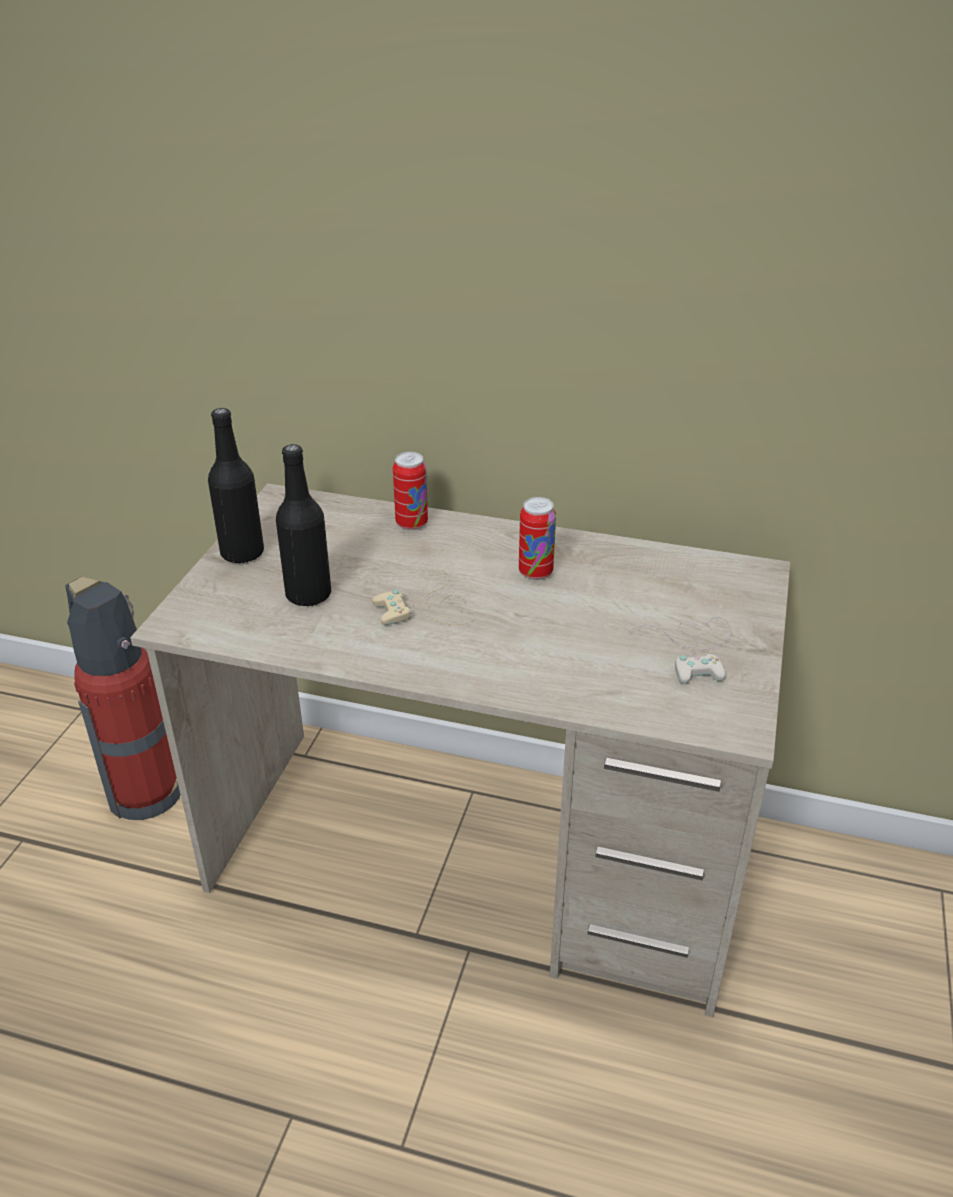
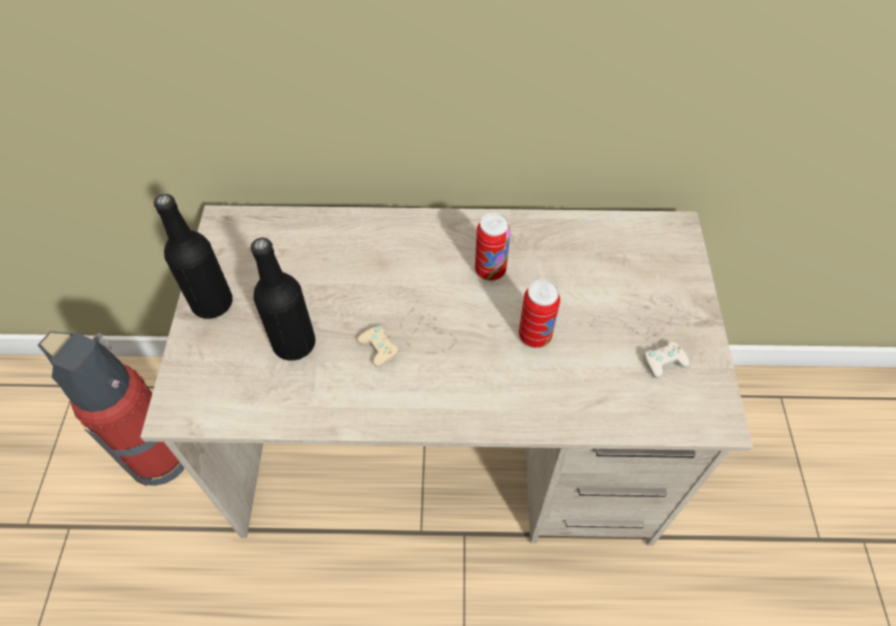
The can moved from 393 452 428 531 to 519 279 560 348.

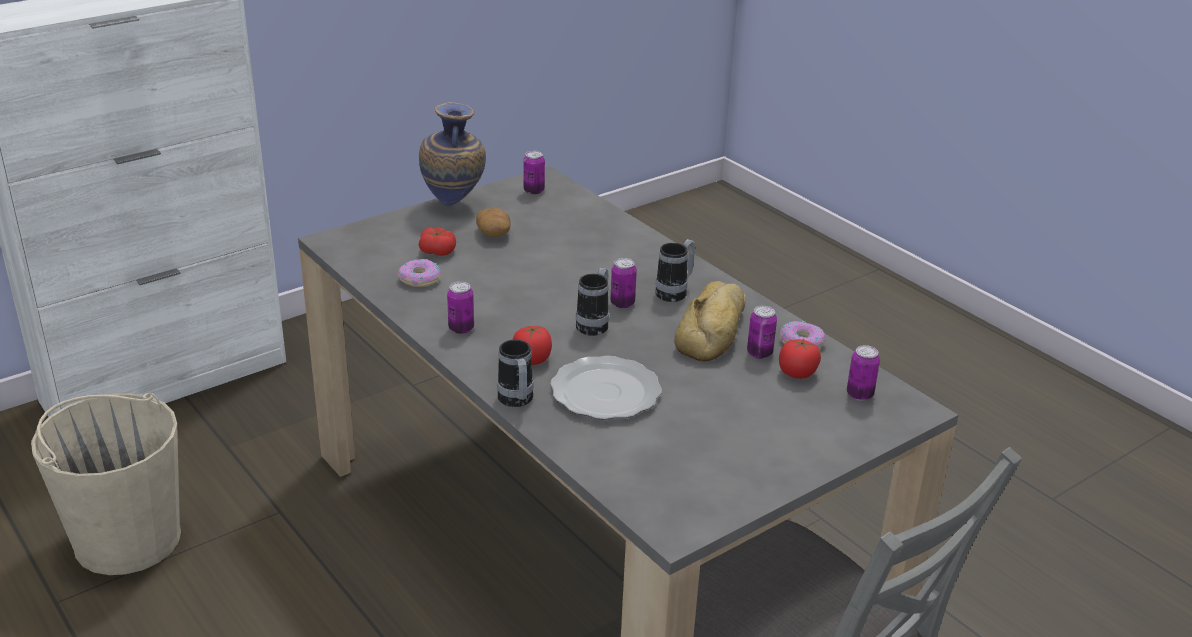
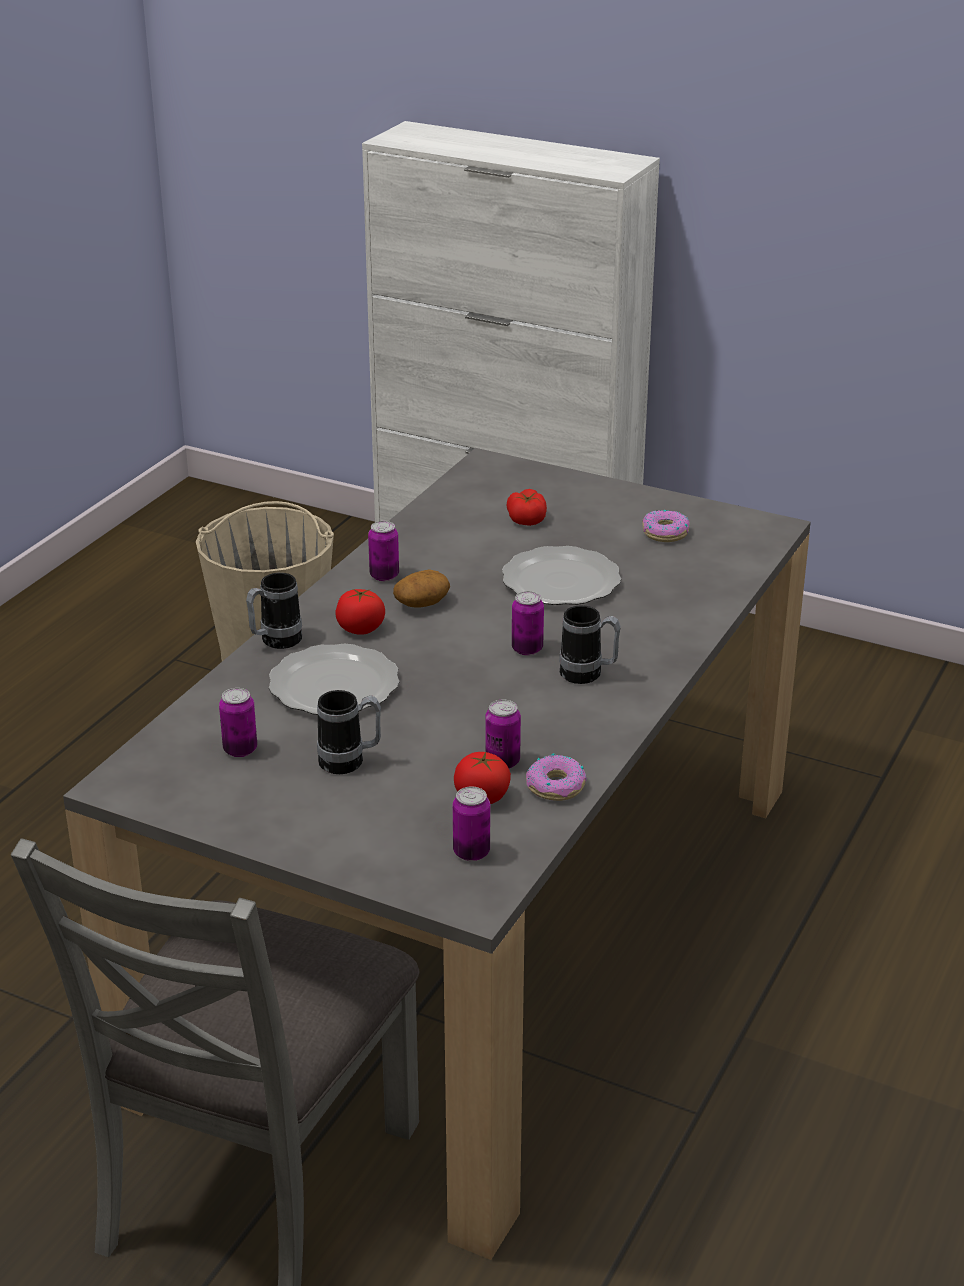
The can moved from 523 151 545 195 to 219 688 257 757. The mug moved from 576 267 609 336 to 317 690 381 774. The potato moved from 476 208 511 237 to 393 570 450 608. The plate at 502 546 621 605 appeared. The donut moved from 397 259 441 287 to 642 509 690 542. The vase at 419 102 486 206 disappeared. The bread at 674 281 746 361 disappeared.

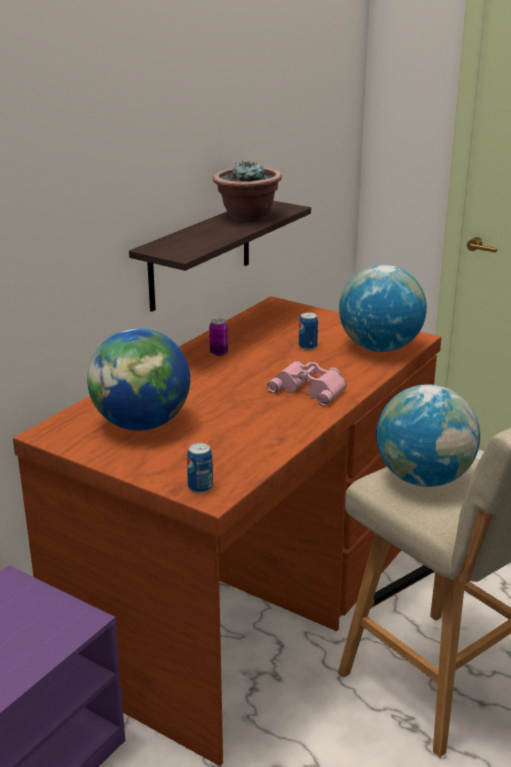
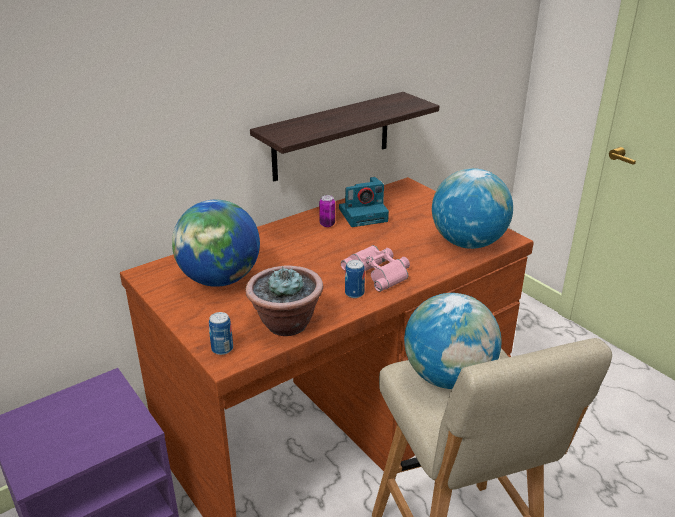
The potted plant moved from 213 159 282 222 to 245 266 323 336. The photo camera at 339 177 389 227 appeared. The can moved from 299 312 318 350 to 345 260 365 298.

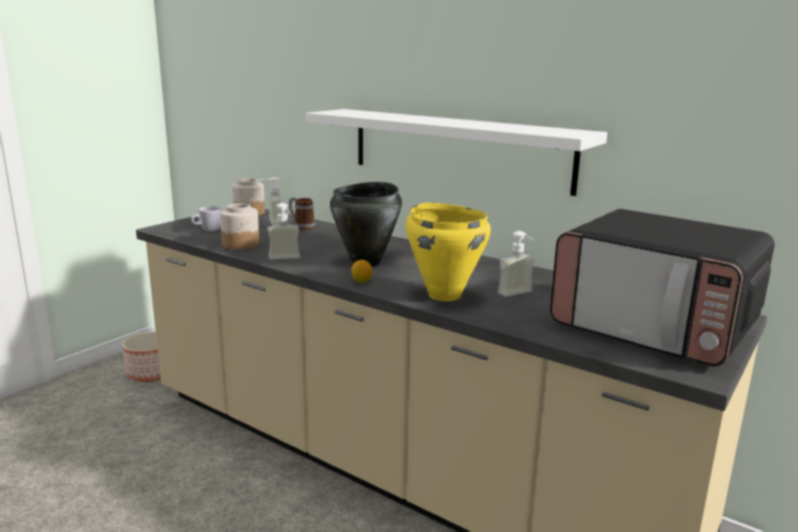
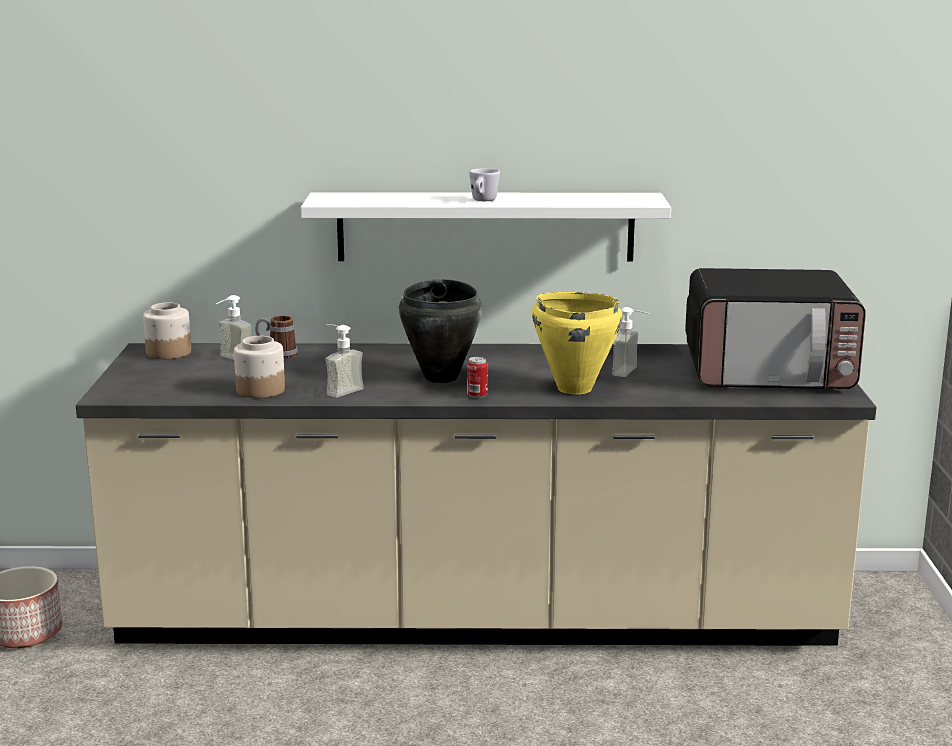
The lemon at 351 260 372 283 was replaced by the can at 467 357 488 398. The white mug moved from 191 206 222 231 to 469 168 500 201.

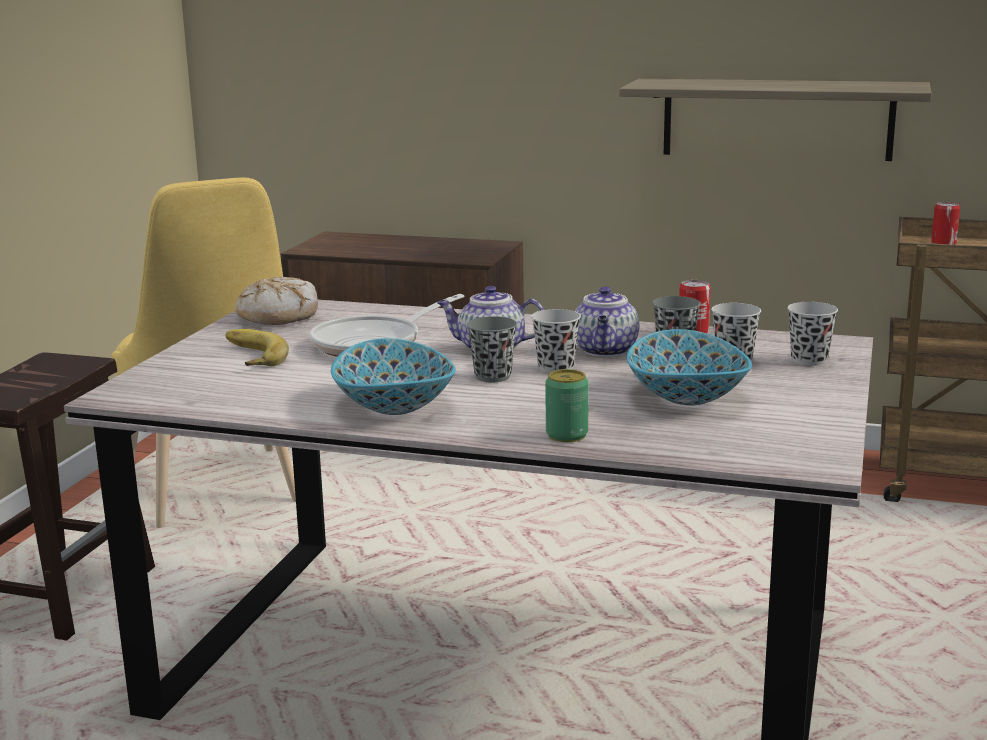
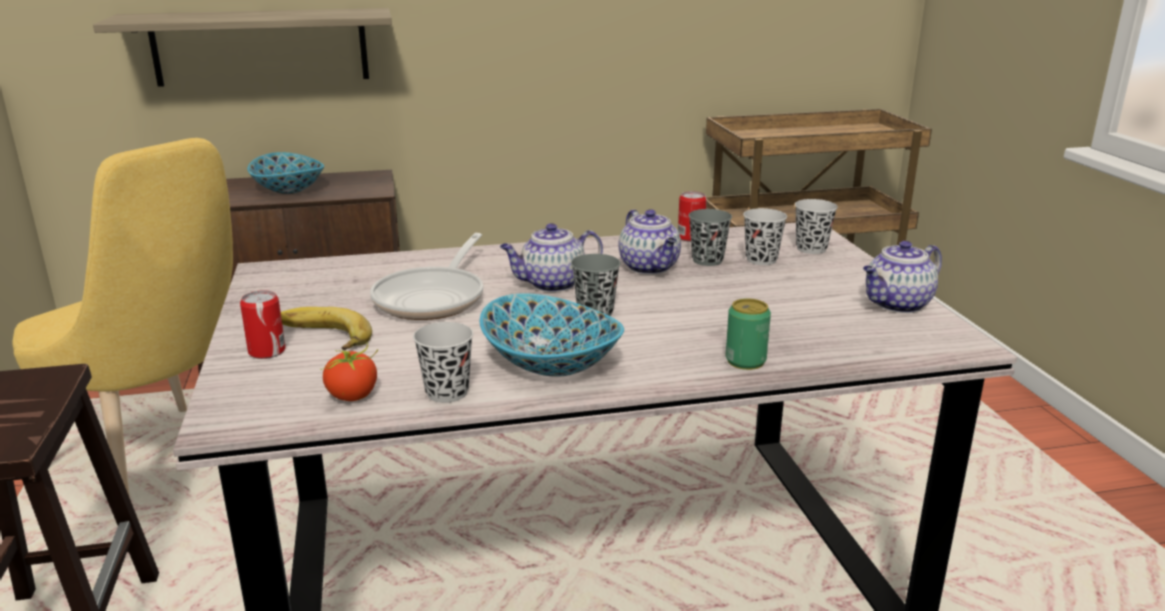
The shelf moved from 619 79 932 161 to 93 8 392 87. The can moved from 931 202 960 245 to 240 290 286 359. The bowl moved from 627 329 752 405 to 247 152 324 194. The tomato at 320 343 378 401 appeared. The black cup moved from 531 309 581 373 to 413 322 474 403. The teapot at 863 241 942 313 appeared. The bread at 235 277 318 325 disappeared.

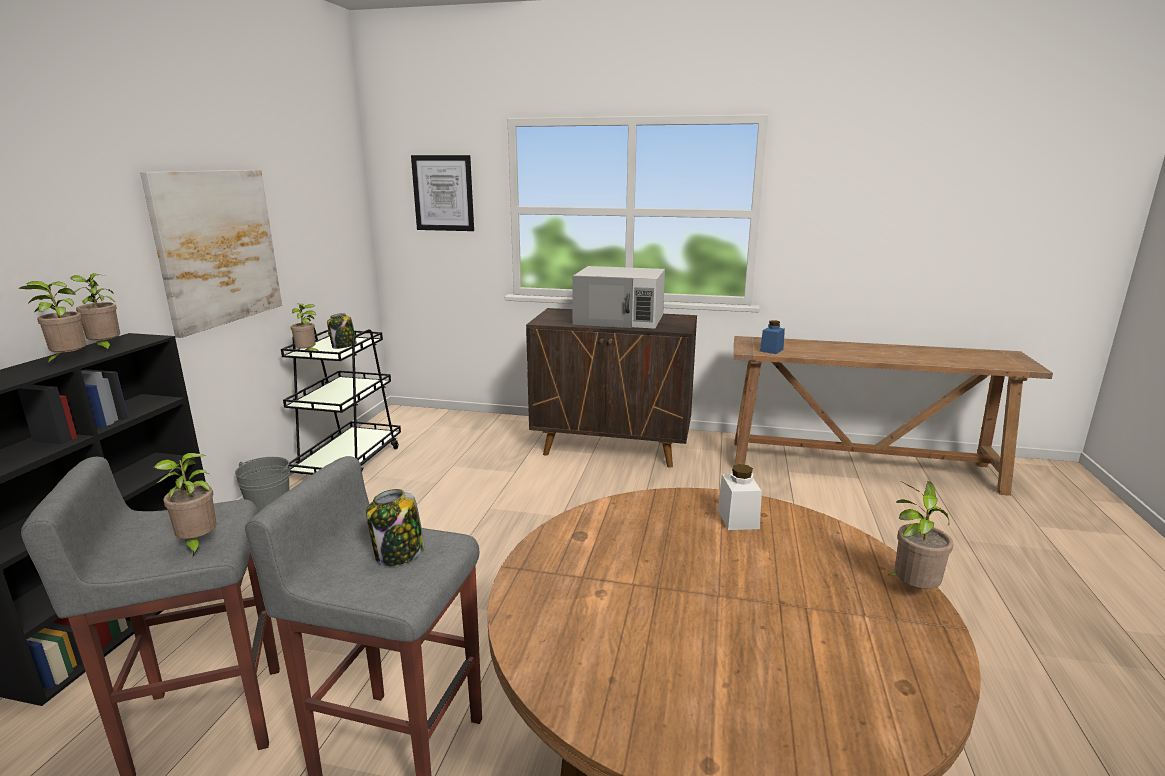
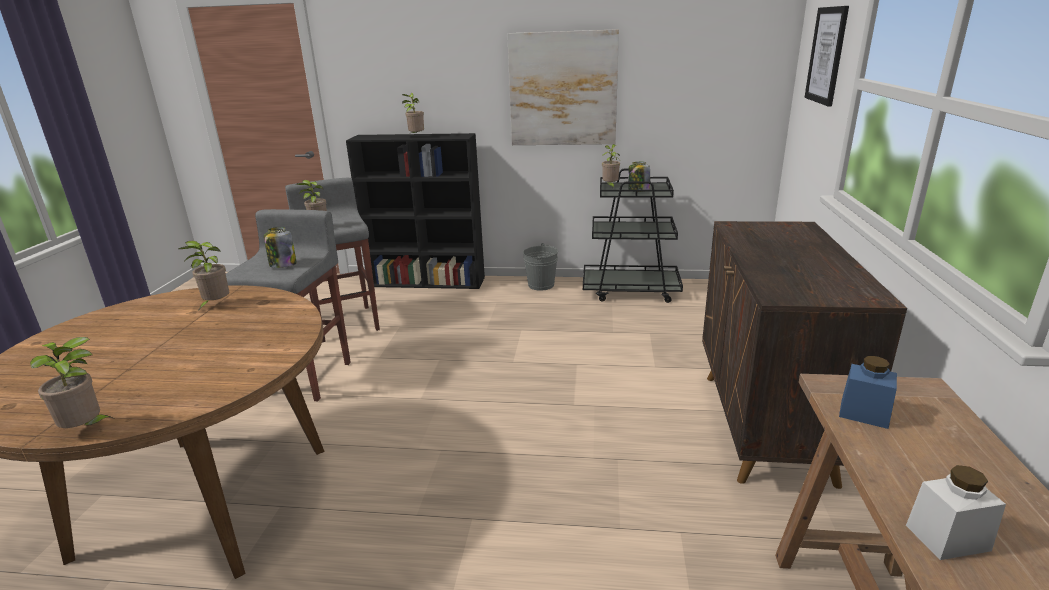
The potted plant moved from 70 273 120 352 to 178 241 229 309. The white jar moved from 718 464 762 530 to 906 465 1006 560. The white microwave at 572 266 665 329 disappeared.

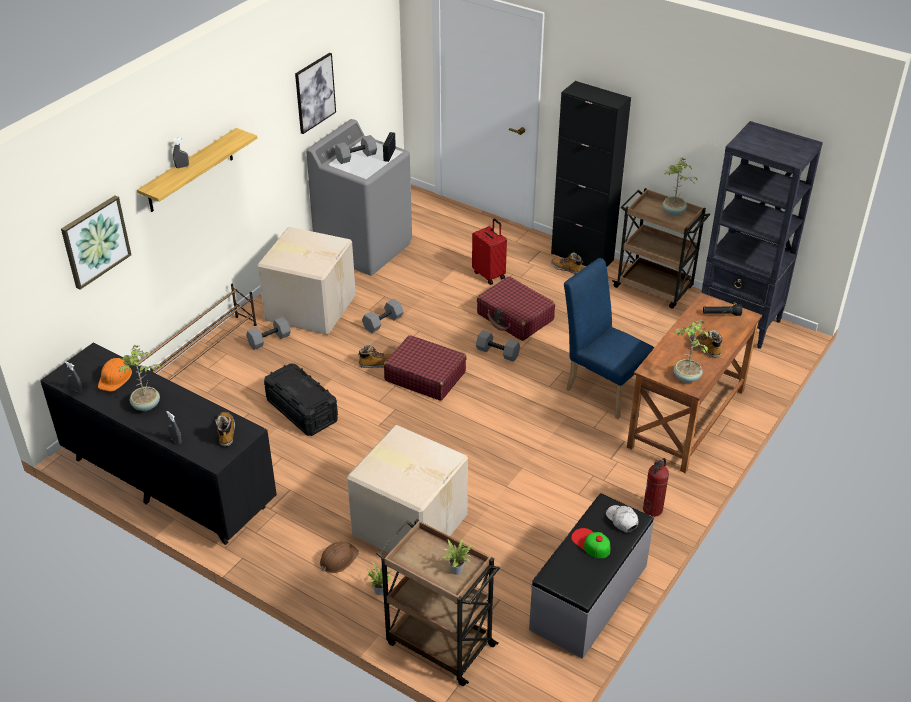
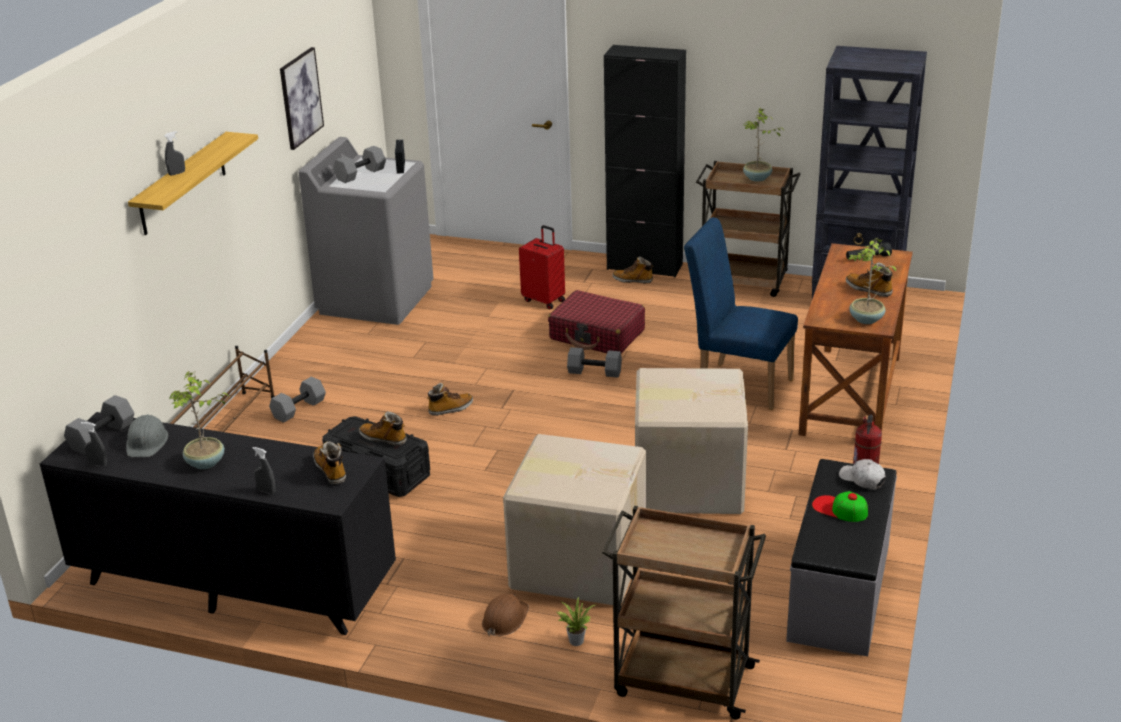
The grey dumbbell moved from 362 299 404 333 to 64 395 134 454. The orange hard hat at 98 358 132 391 became the grey hard hat at 126 415 168 457. The boot at 359 411 407 446 appeared. The cardboard box moved from 257 227 356 335 to 635 368 748 514. The picture at 61 195 131 290 disappeared. The red suitcase at 384 335 467 401 disappeared. The potted plant at 442 538 473 575 disappeared.

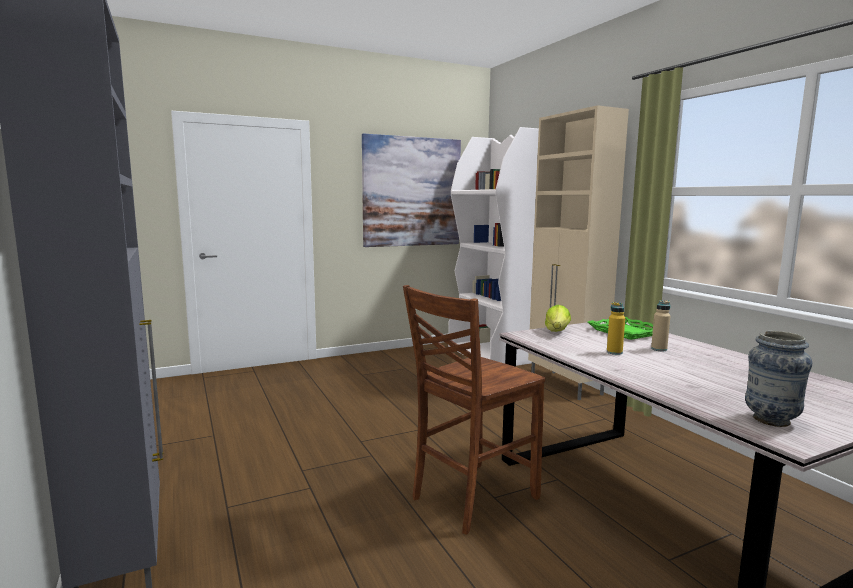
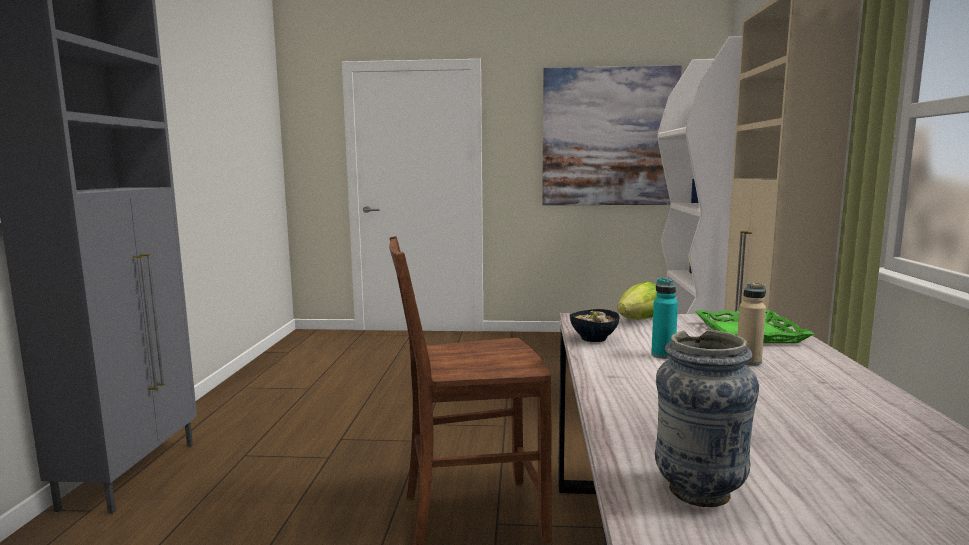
The bowl at 570 309 620 342 appeared. The yellow bottle at 607 302 625 355 became the turquoise bottle at 651 278 678 359.

